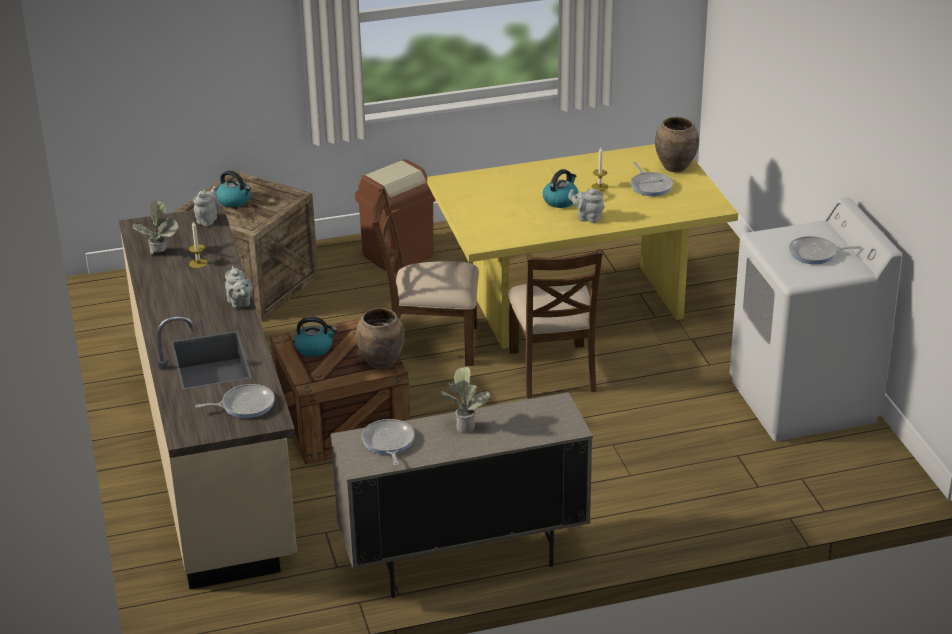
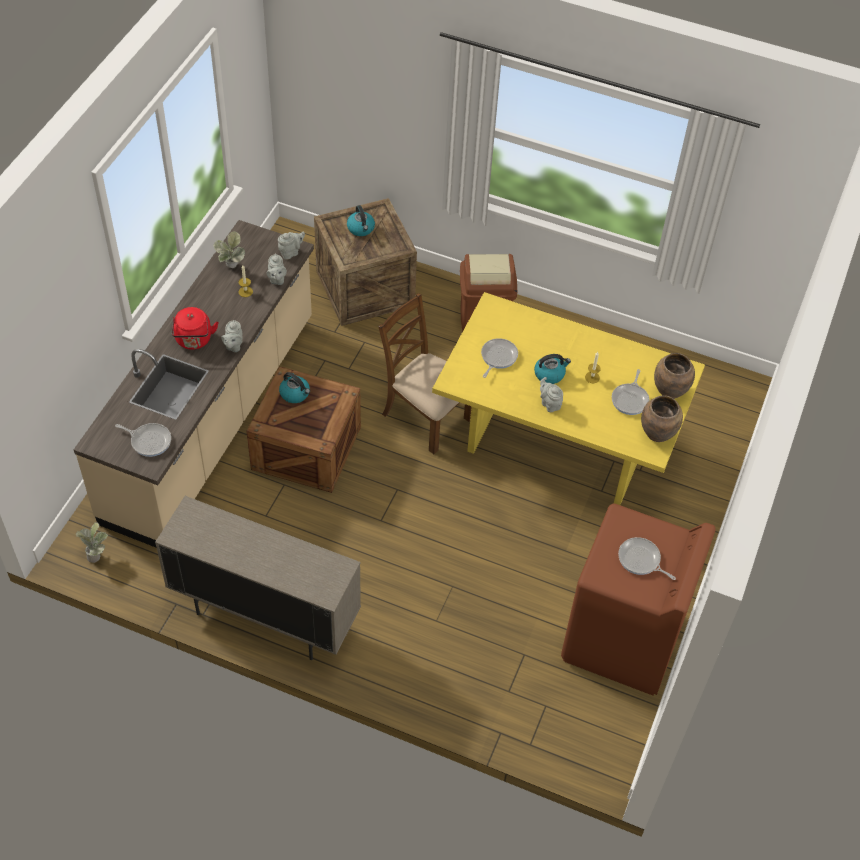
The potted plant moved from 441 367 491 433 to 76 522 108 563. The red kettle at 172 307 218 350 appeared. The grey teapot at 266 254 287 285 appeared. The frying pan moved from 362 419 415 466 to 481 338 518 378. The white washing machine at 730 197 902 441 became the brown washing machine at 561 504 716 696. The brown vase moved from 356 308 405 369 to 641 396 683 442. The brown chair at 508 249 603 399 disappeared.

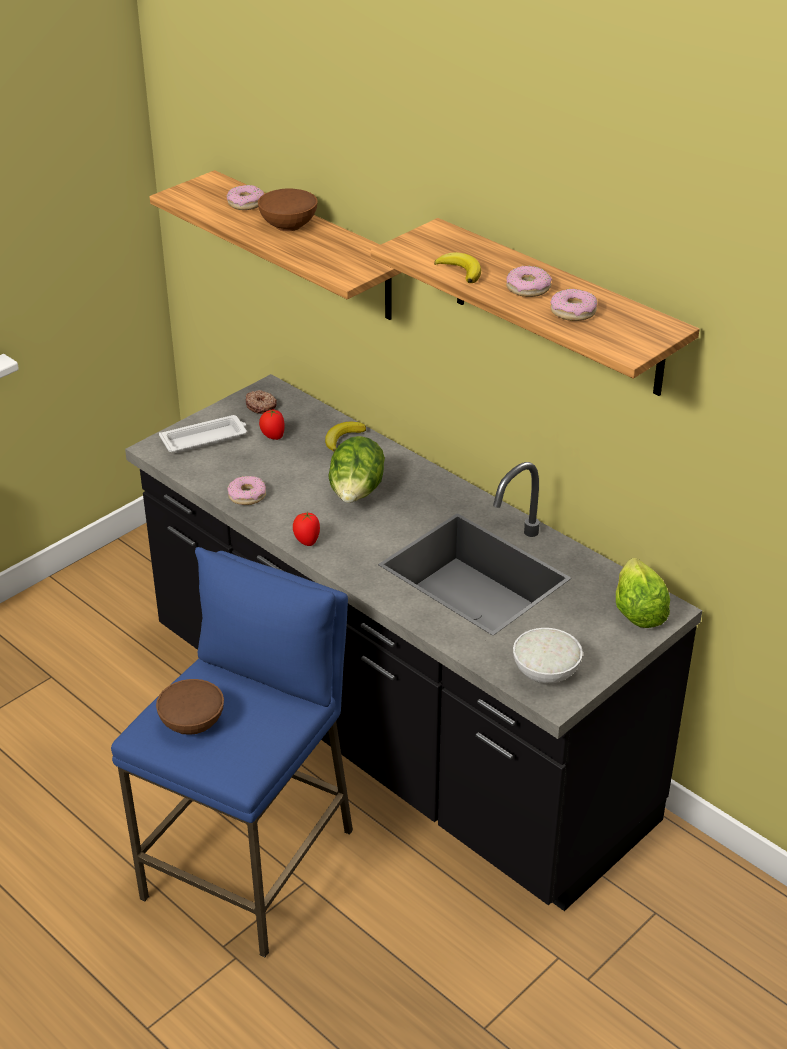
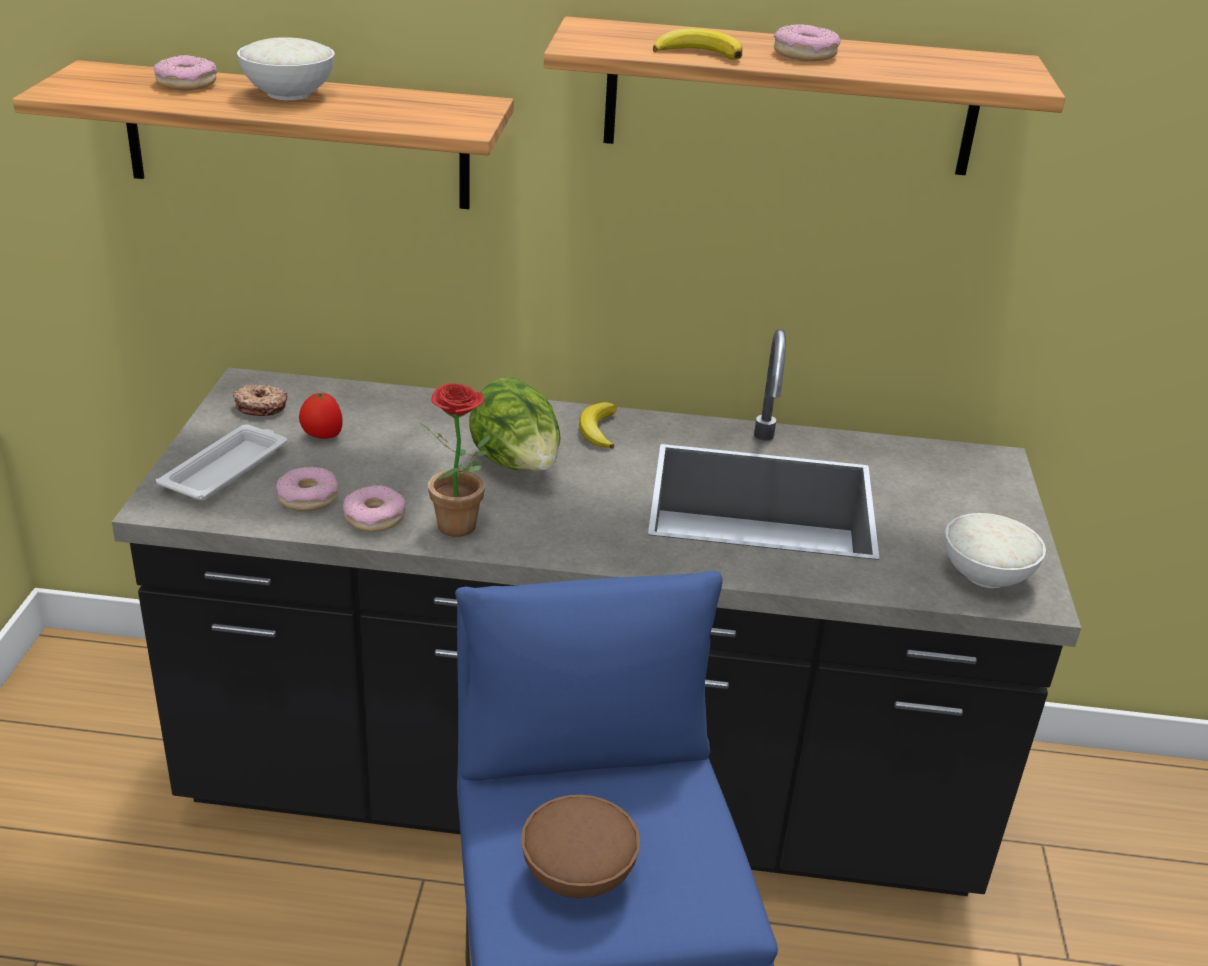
The brown bowl at 258 188 318 231 became the white bowl at 237 37 334 100. The donut moved from 551 289 597 321 to 276 467 338 511. The potted plant at 420 383 490 537 appeared. The banana moved from 325 422 366 452 to 579 402 617 449. The tomato at 293 511 320 546 disappeared. The lettuce at 616 558 670 628 disappeared.

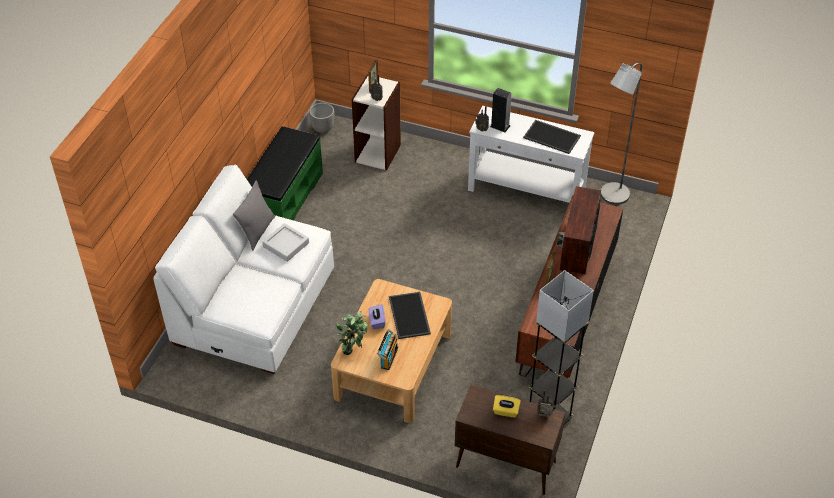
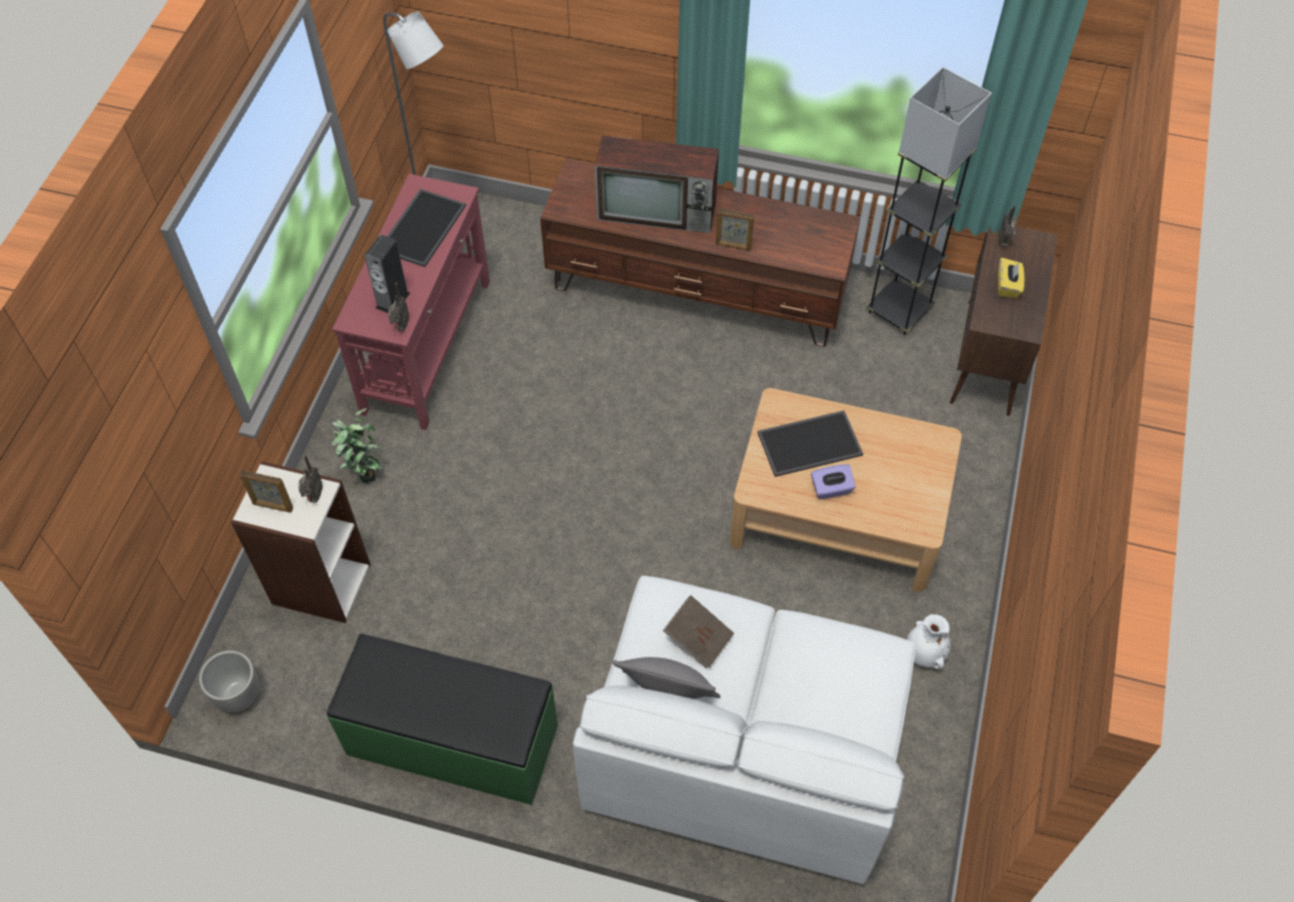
The potted plant moved from 335 311 368 355 to 331 408 382 483. The white console table at 468 106 594 203 became the red console table at 332 174 490 430. The grey tray at 262 223 309 262 was replaced by the brown book at 663 595 734 669. The white vase at 907 614 951 669 appeared. The radio at 377 329 398 370 disappeared.

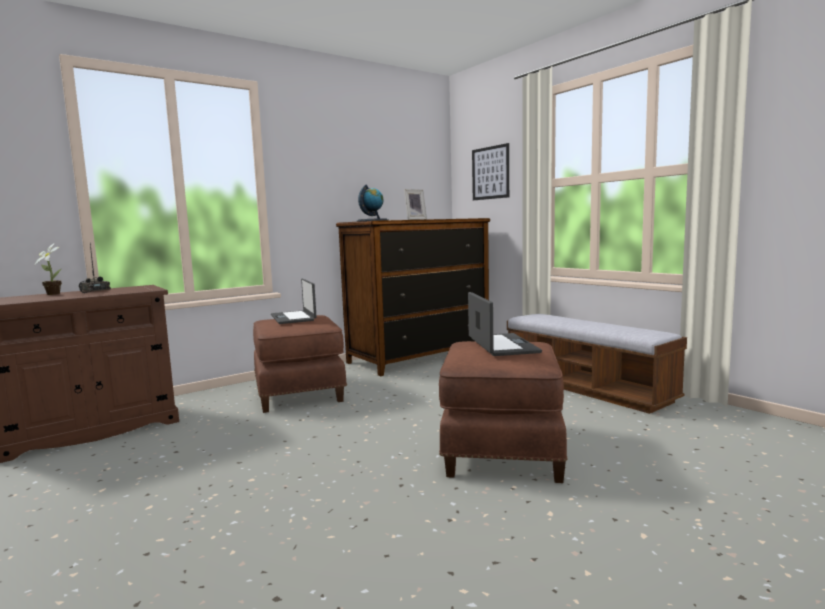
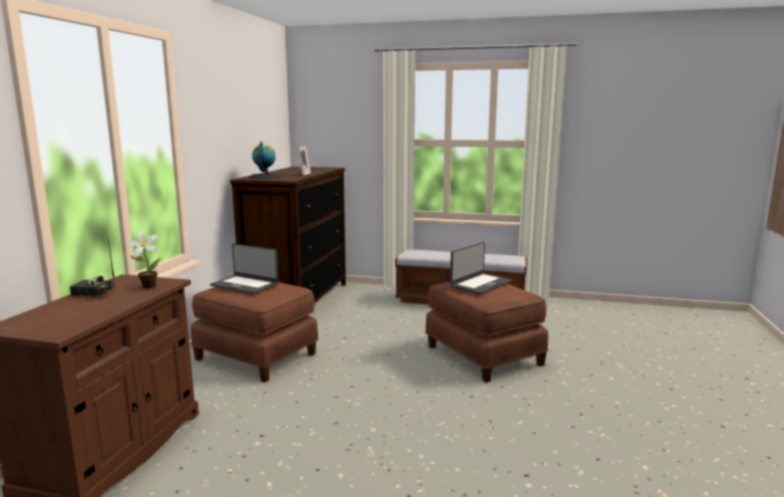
The potted plant moved from 34 244 62 295 to 125 231 161 289. The laptop at 468 292 542 356 turned 90 degrees clockwise. The picture at 472 143 509 200 disappeared.

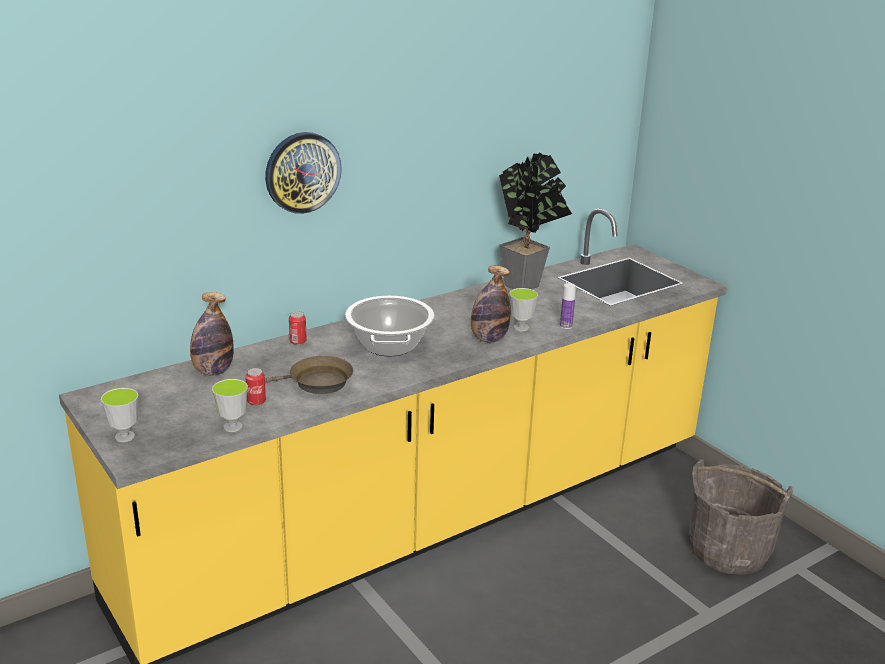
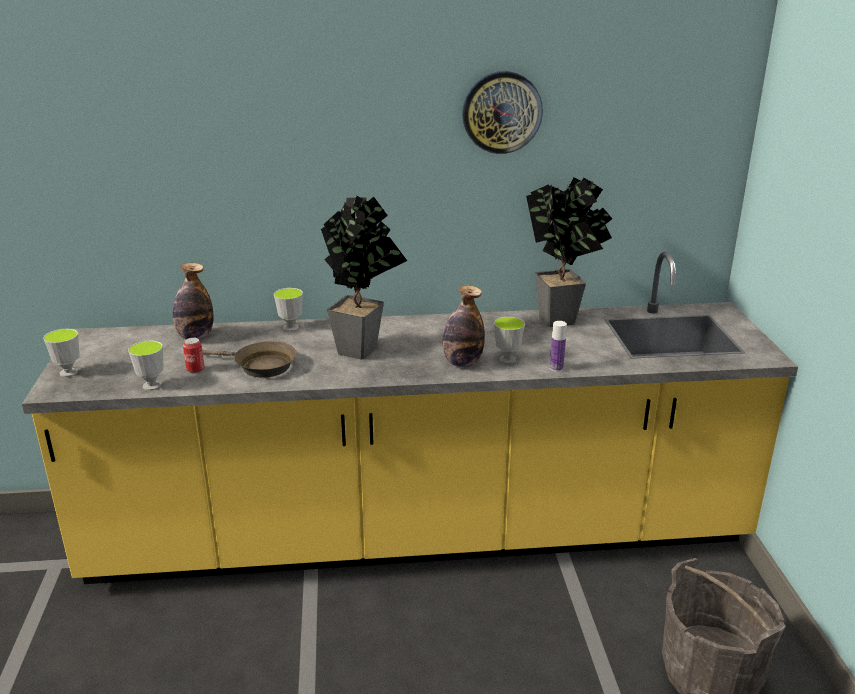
The can at 289 311 307 345 was replaced by the cup at 274 288 303 331. The cooking pot at 345 296 434 356 was replaced by the potted plant at 321 196 407 359. The wall clock moved from 265 132 342 214 to 462 71 543 154.

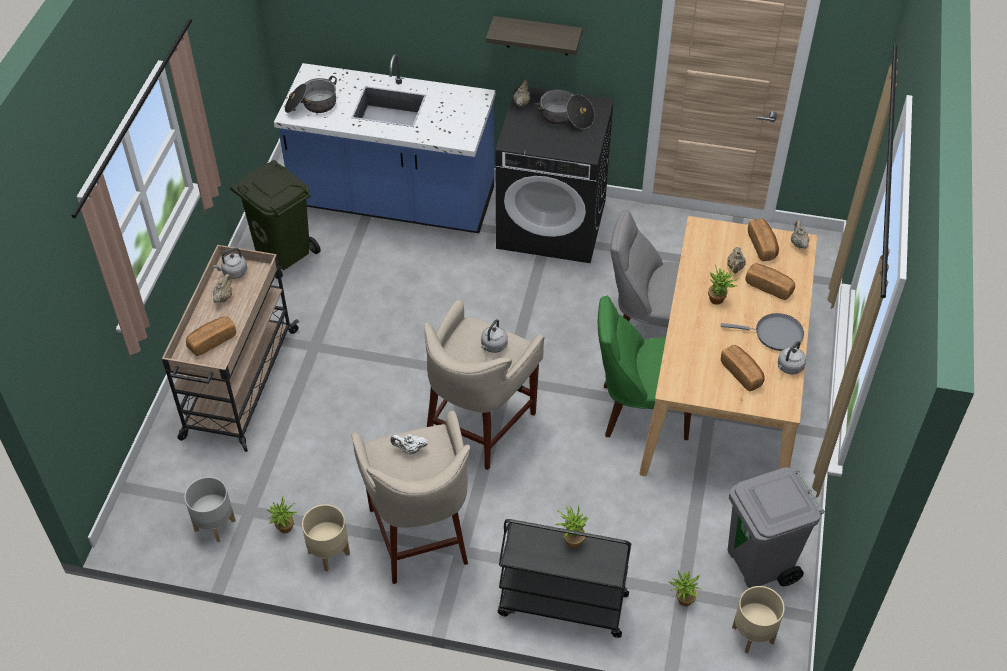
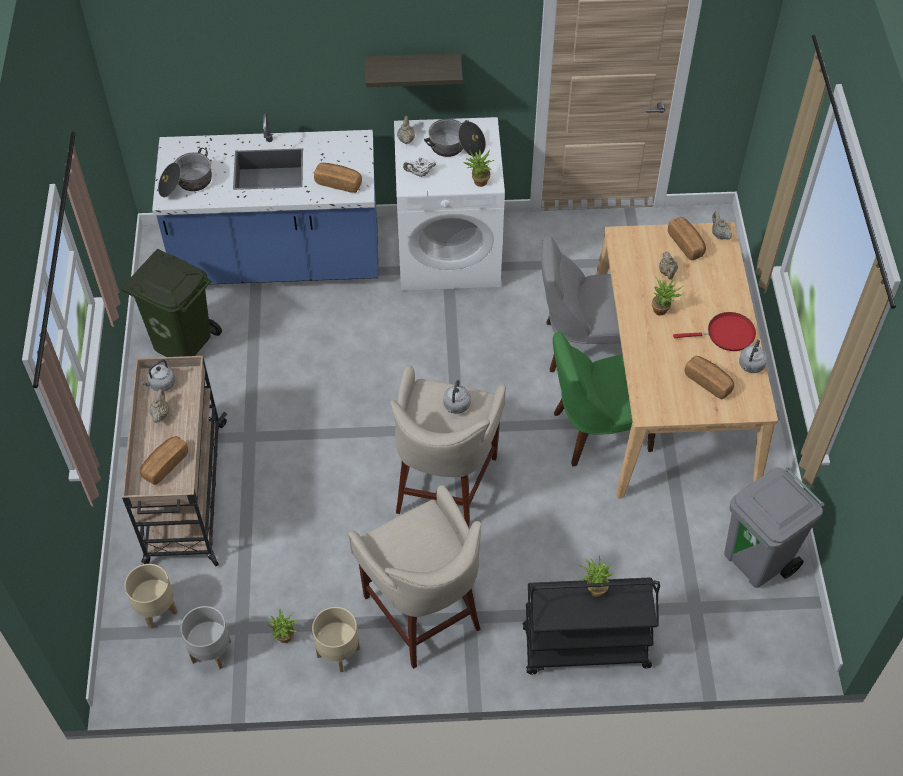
The beige planter moved from 732 586 785 653 to 124 564 178 629. The bread moved from 745 263 795 300 to 314 163 362 193. The black washing machine at 495 85 614 263 became the white washing machine at 394 117 505 291. The white teapot moved from 391 434 428 454 to 403 157 436 177. The potted plant moved from 669 571 702 606 to 464 150 495 187. The grey frying pan at 721 313 804 351 became the red frying pan at 673 312 756 351.

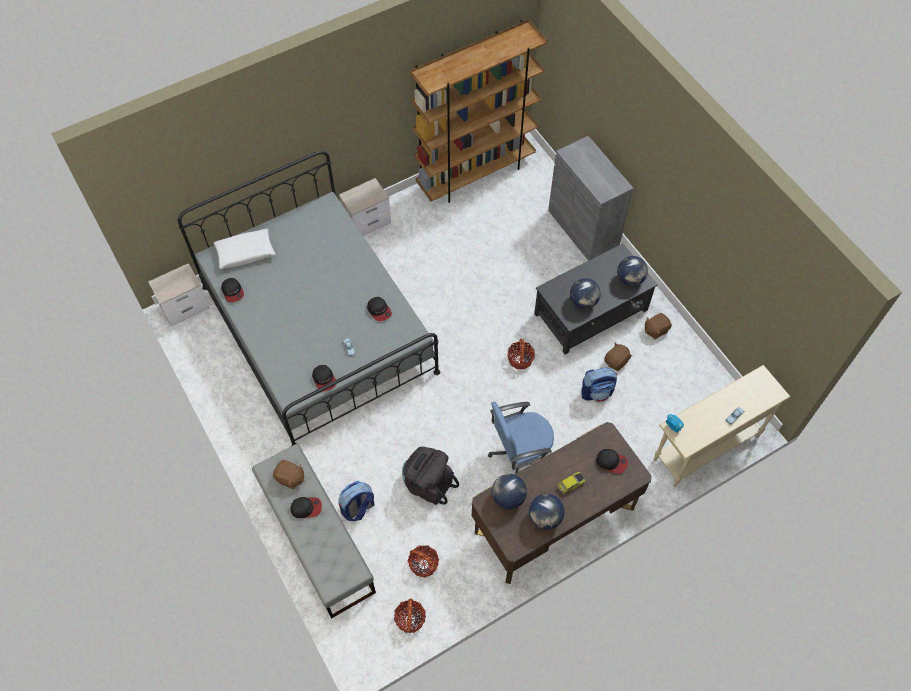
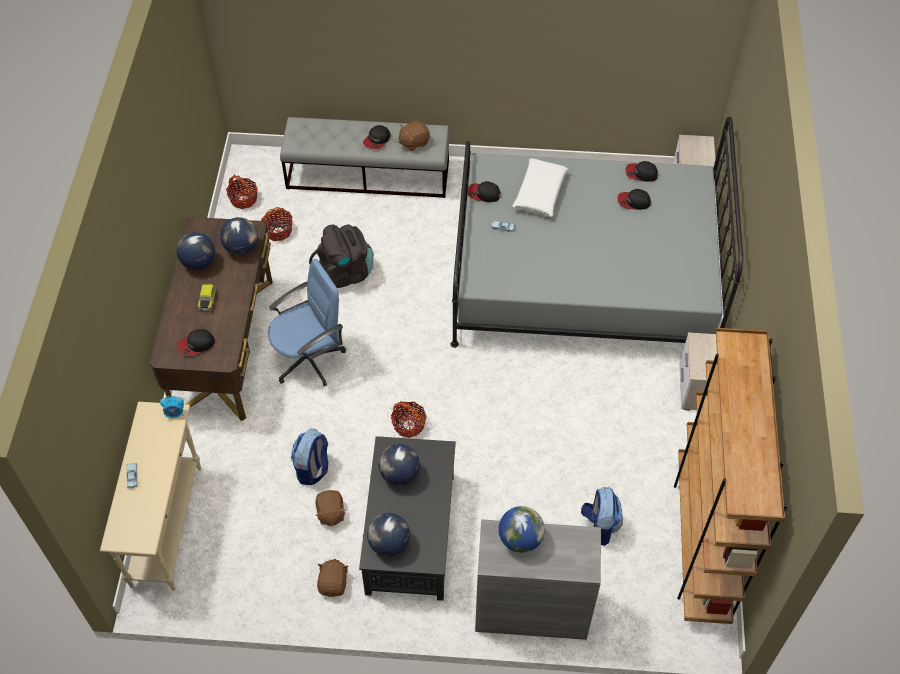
The blue office chair at 488 402 554 474 turned 45 degrees clockwise. The globe at 499 506 545 553 appeared. The white pillow moved from 213 229 275 269 to 512 158 569 217. The backpack moved from 339 481 374 521 to 581 487 623 546. The cap moved from 367 297 392 322 to 618 189 651 210.

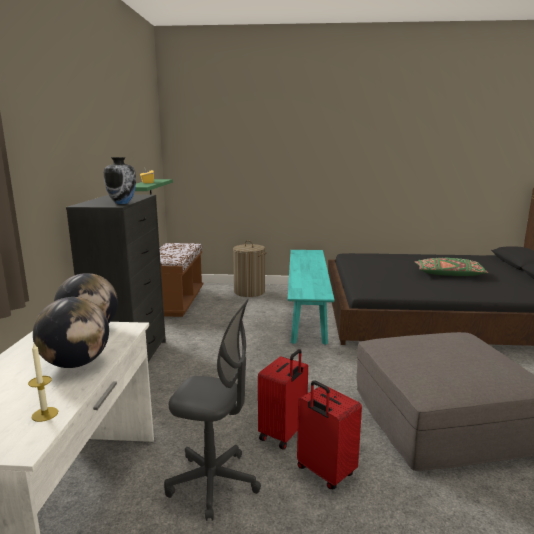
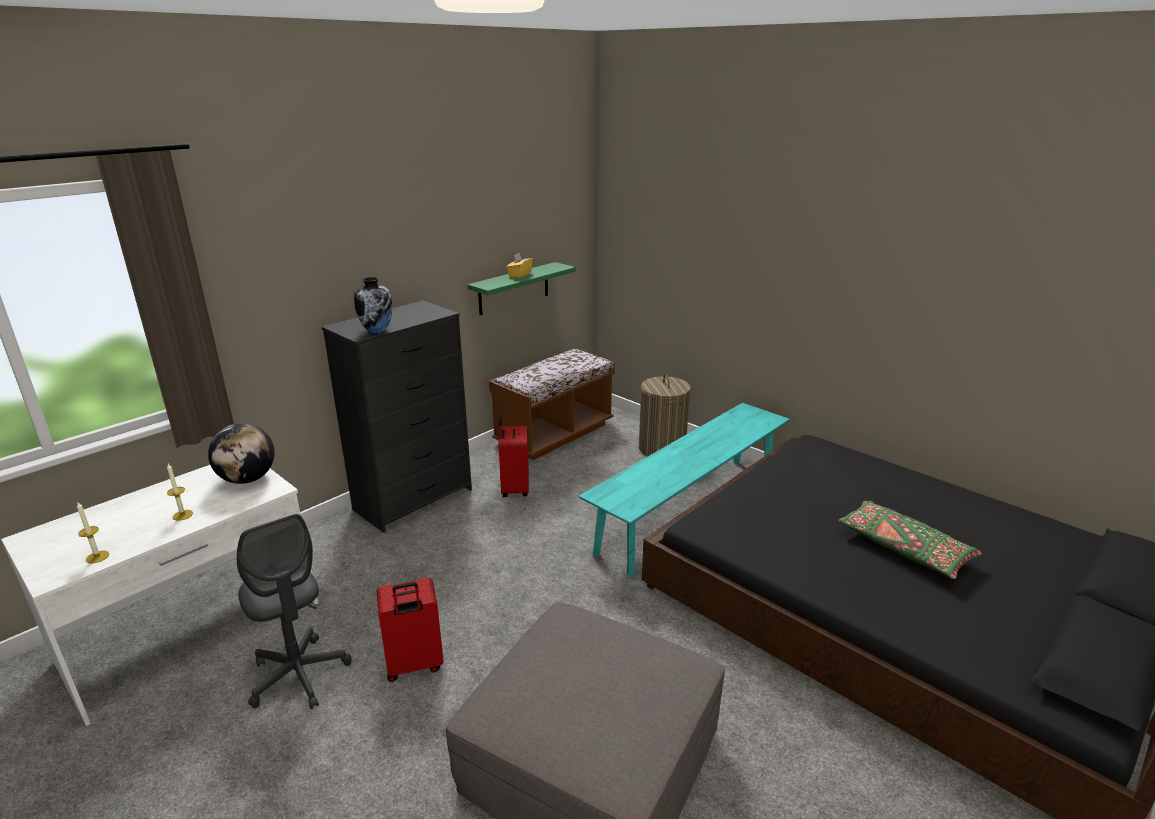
The globe at 33 297 109 368 was replaced by the candle at 167 464 193 521. The red suitcase moved from 297 380 362 489 to 499 415 529 497.

